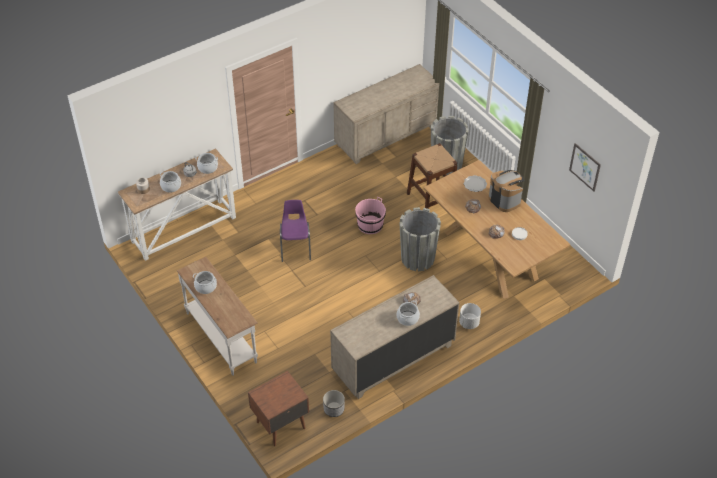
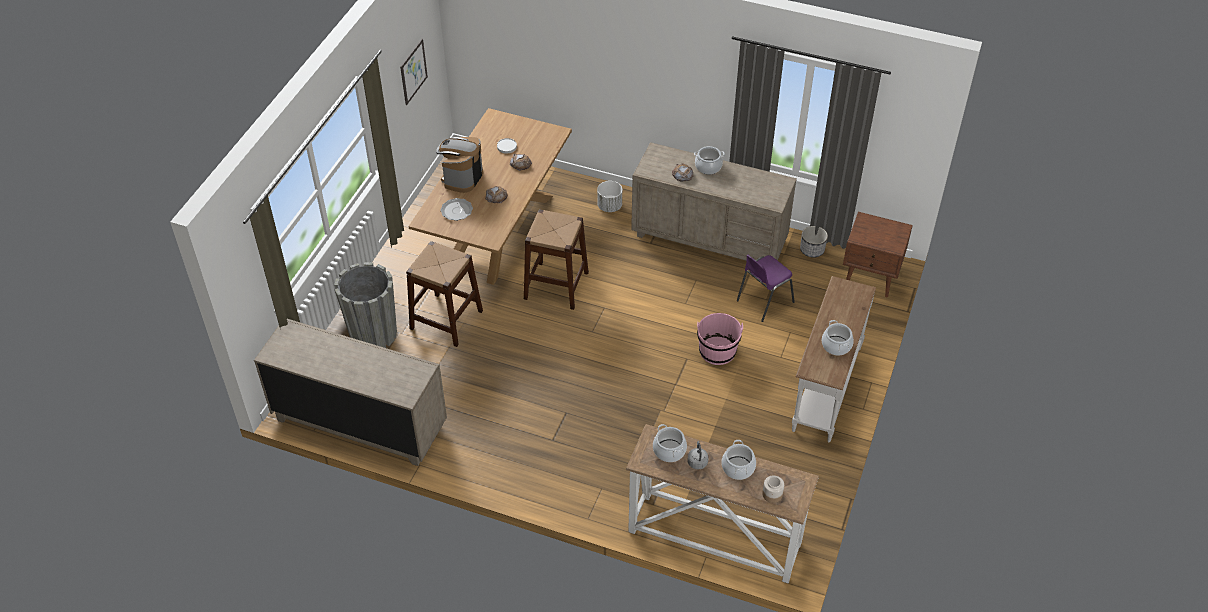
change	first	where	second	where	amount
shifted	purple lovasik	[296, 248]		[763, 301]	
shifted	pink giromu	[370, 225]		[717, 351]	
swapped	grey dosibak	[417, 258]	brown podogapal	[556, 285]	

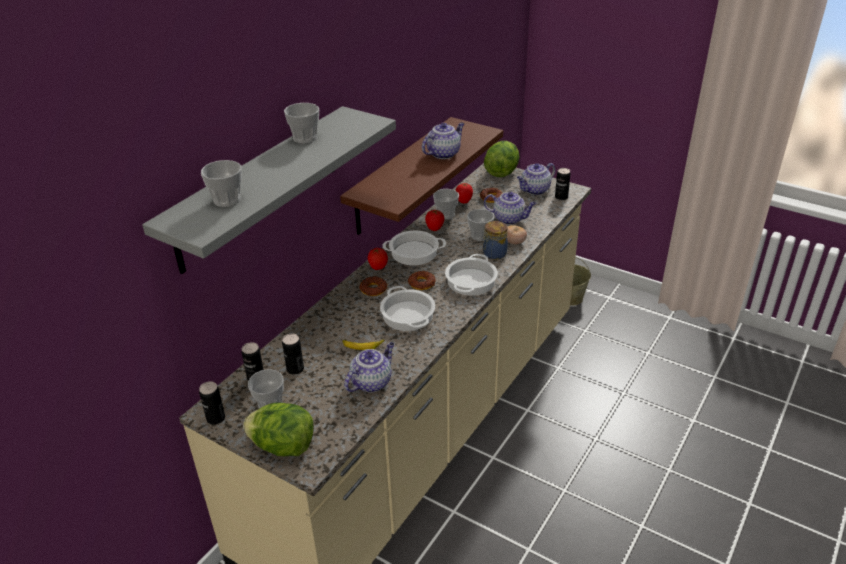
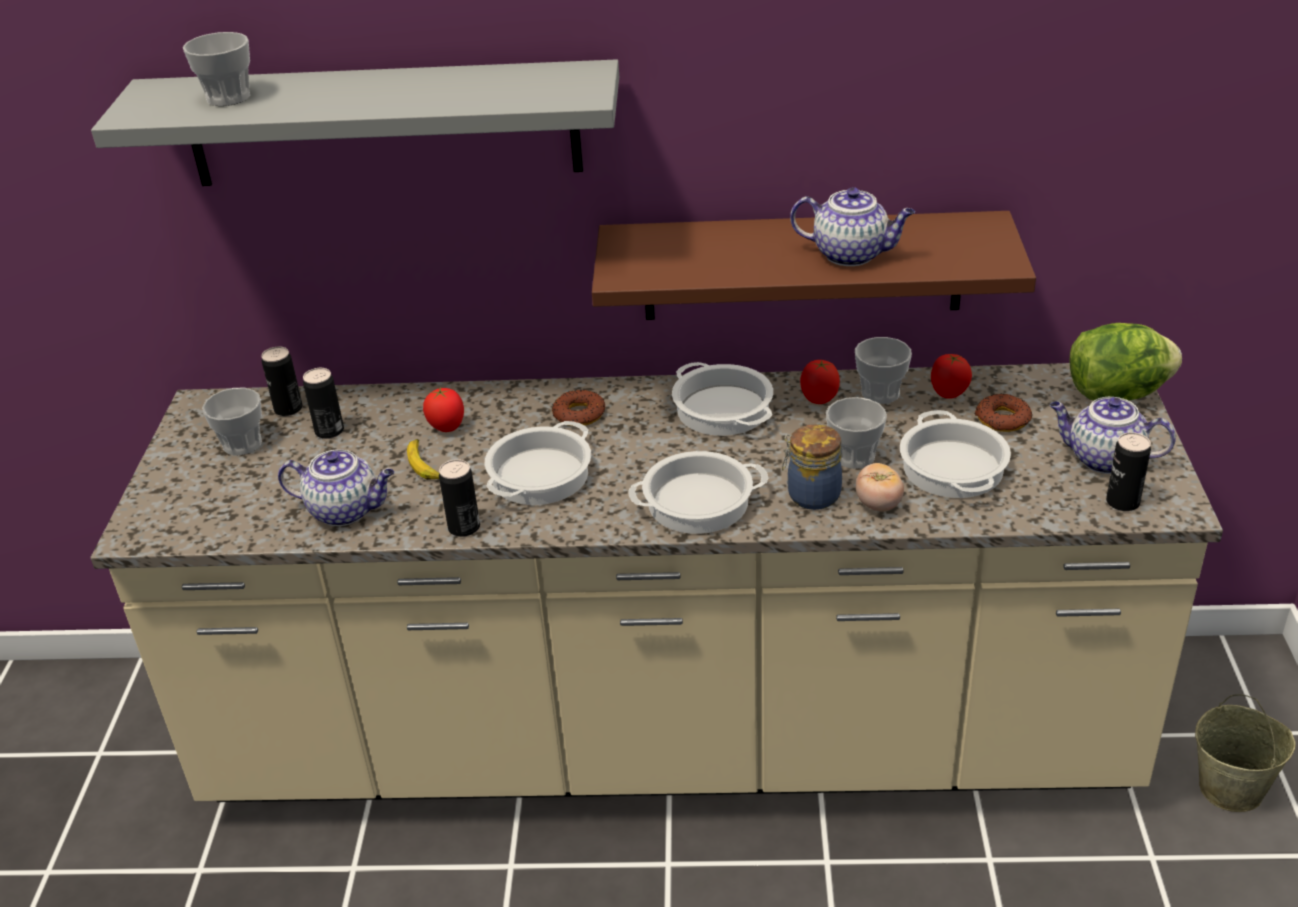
change	first	where	second	where	amount
gone	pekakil	[283, 446]			
gone	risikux	[305, 138]			
gone	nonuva	[422, 283]			
shifted	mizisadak	[216, 418]		[464, 527]	
shifted	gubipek	[378, 268]		[447, 428]	
swapped	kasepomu	[509, 219]	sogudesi	[954, 468]	

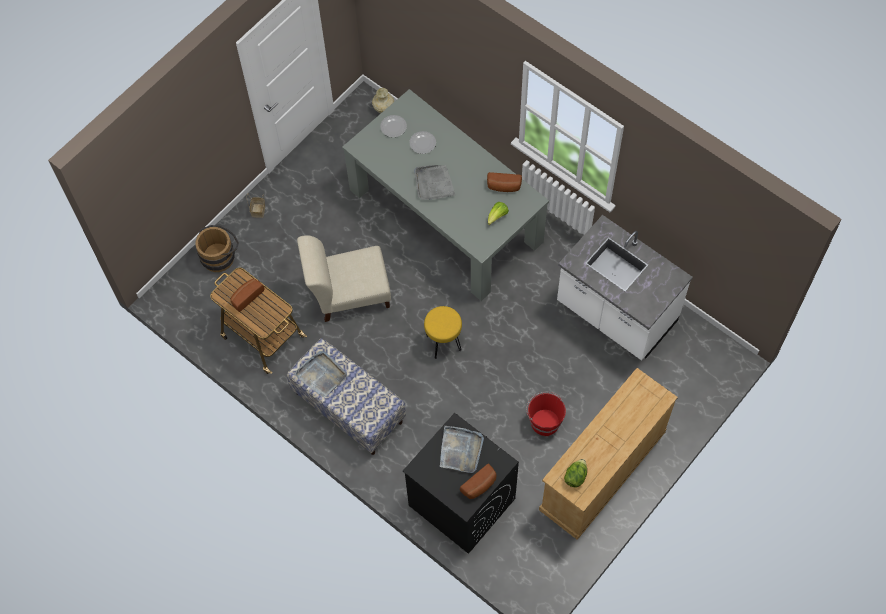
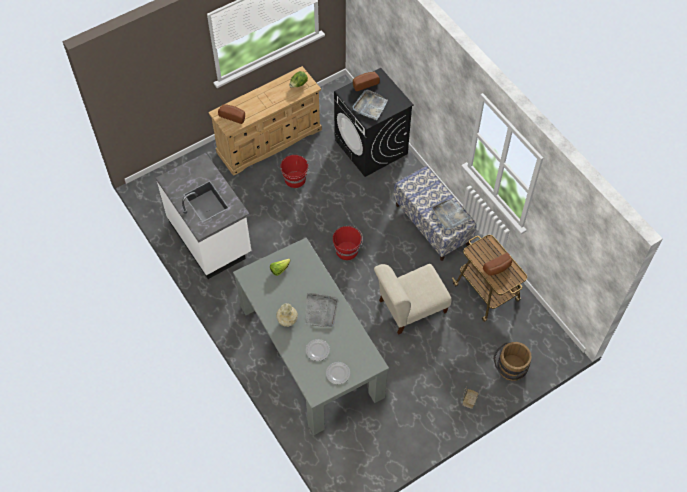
change	first	where	second	where	amount
shifted	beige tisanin	[383, 108]		[287, 321]	
shifted	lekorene	[503, 187]		[233, 116]	
swapped	yellow podogapal	[444, 343]	red giromu	[347, 250]	
rotated	beige lovasik	[348, 293]		[410, 308]	150 degrees clockwise

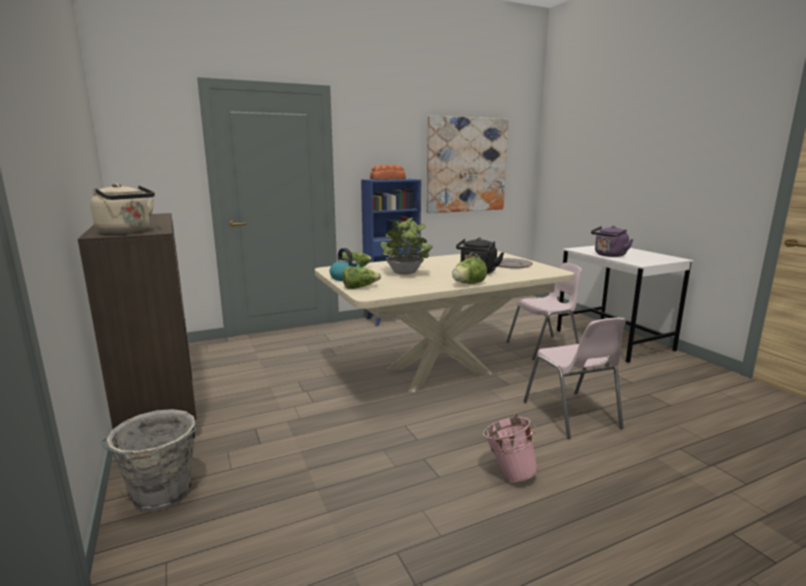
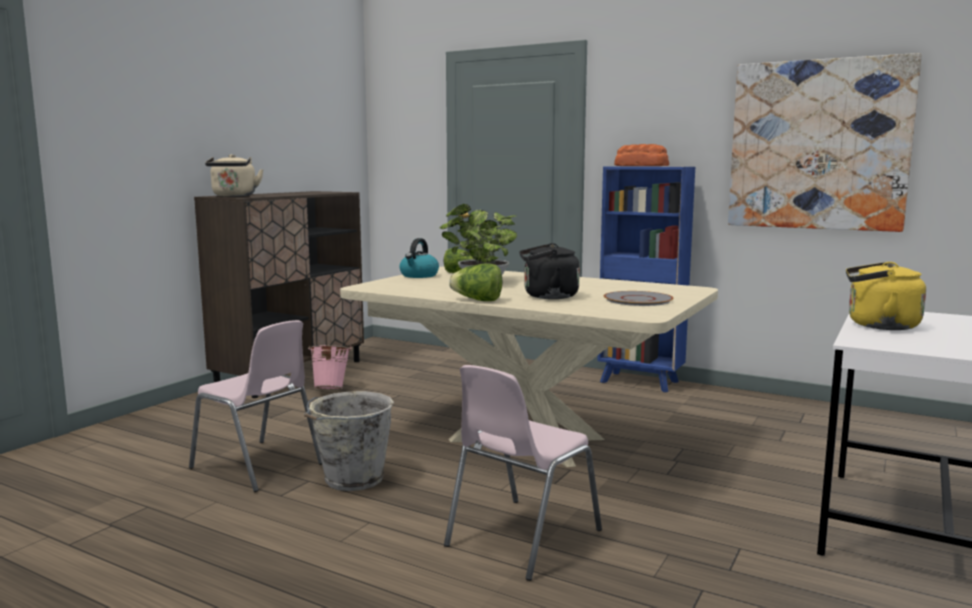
change	first	where	second	where	amount
gone	pekakil	[360, 287]			
shifted	grey giromu	[162, 495]		[352, 480]	
shifted	pink giromu	[508, 473]		[331, 389]	
shifted	pink lovasik	[544, 347]		[258, 466]	
repainted	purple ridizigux	[609, 255]	yellow ridizigux	[878, 325]	

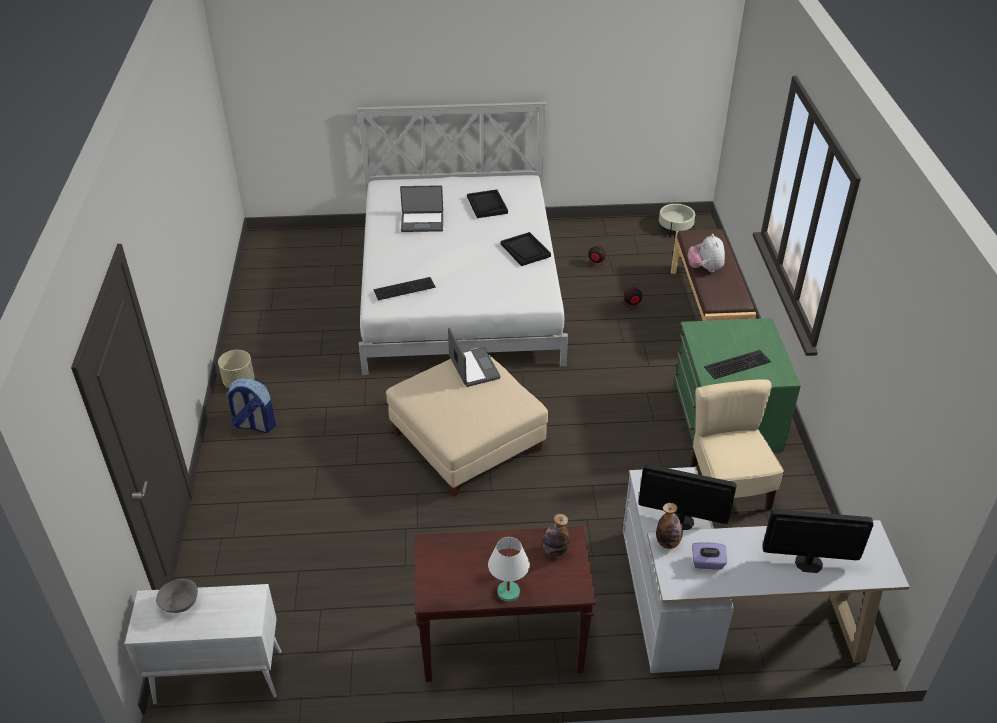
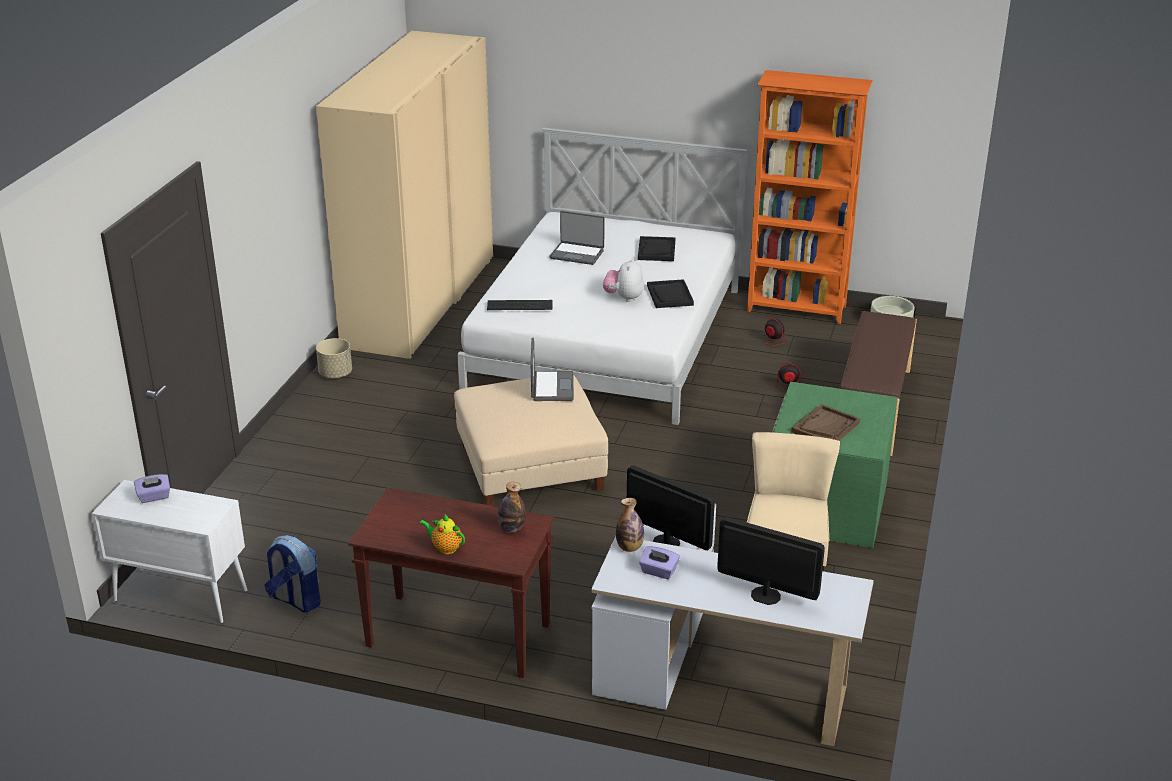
change	first	where	second	where	amount
new			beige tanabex	[419, 301]	
new			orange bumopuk	[797, 309]	
shifted	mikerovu	[254, 425]		[295, 600]	
shifted	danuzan	[705, 268]		[624, 298]	
swapped	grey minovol	[180, 604]	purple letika	[154, 497]	
swapped	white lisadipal	[508, 592]	kasepomu	[445, 548]	
swapped	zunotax	[737, 363]	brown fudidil	[825, 427]	

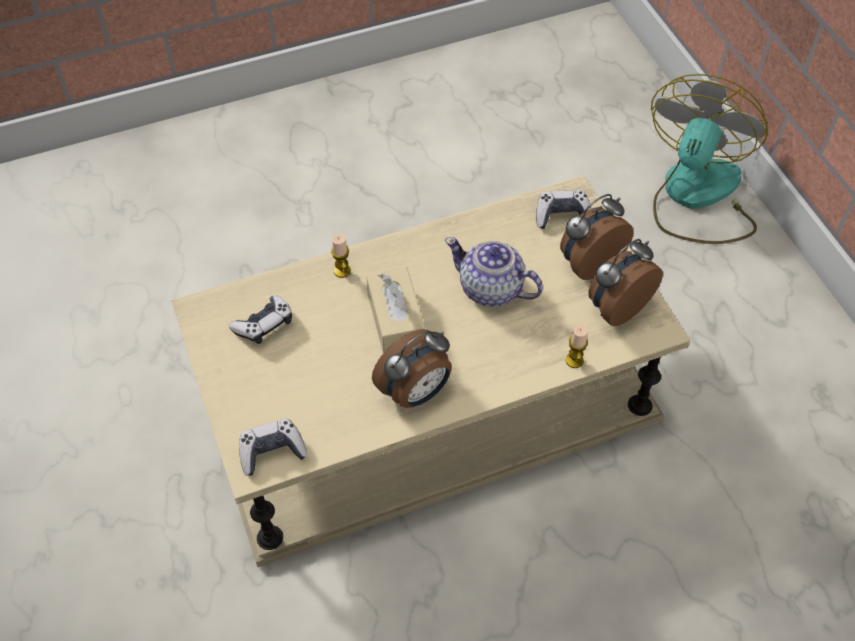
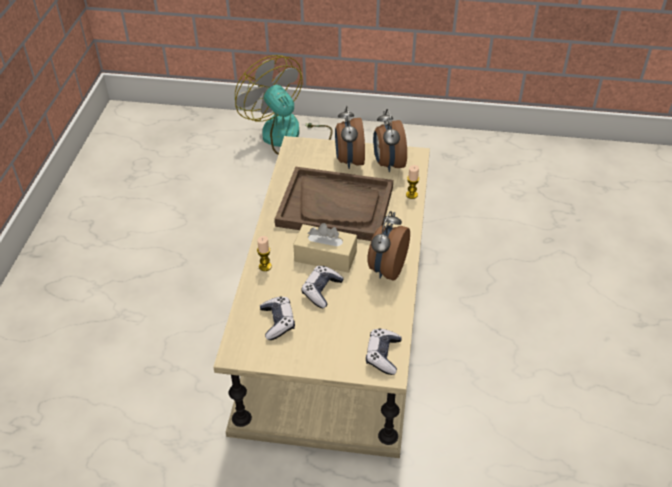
change	first	where	second	where	amount
shifted	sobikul	[562, 216]		[321, 290]	
swapped	kasepomu	[491, 289]	brown fudidil	[335, 206]	
rotated	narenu	[416, 393]		[386, 269]	150 degrees counterclockwise

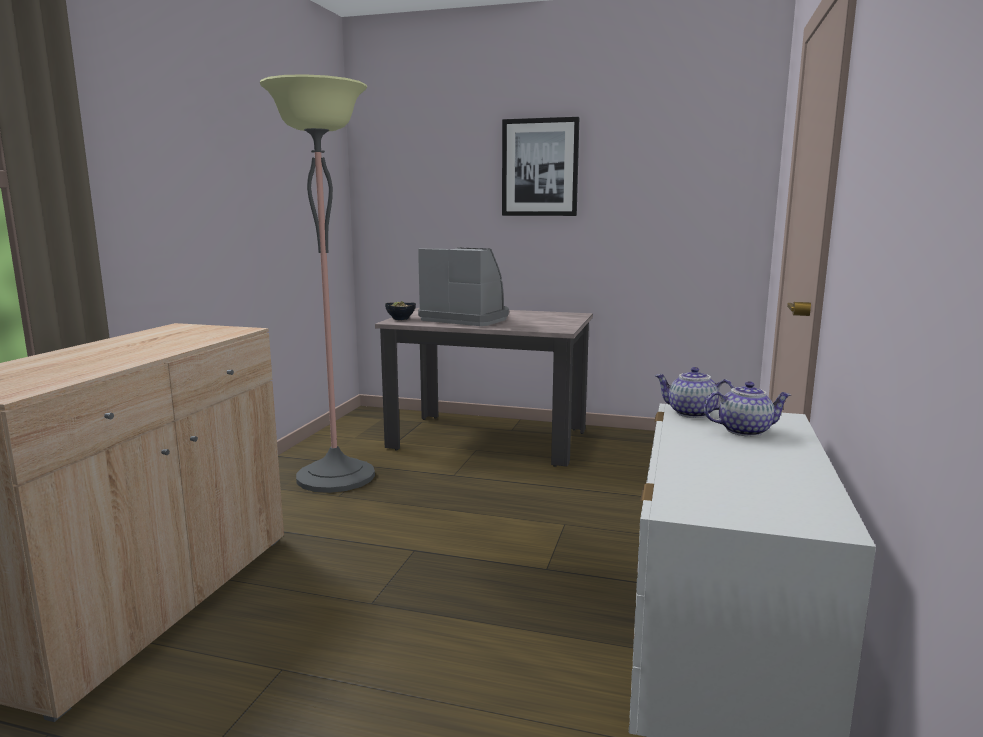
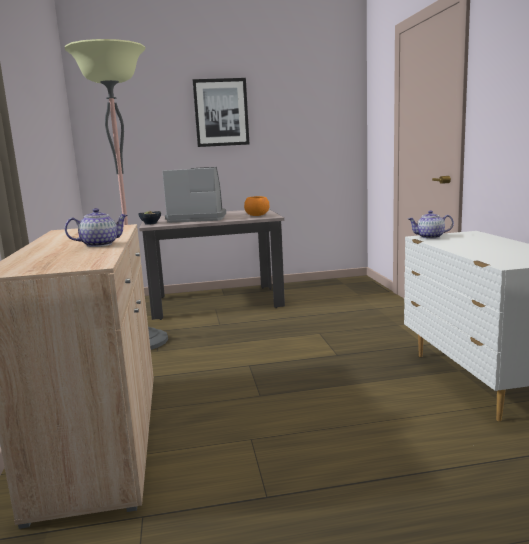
change	first	where	second	where	amount
new			orange minovol	[257, 215]	
shifted	kasepomu	[744, 430]		[100, 244]	

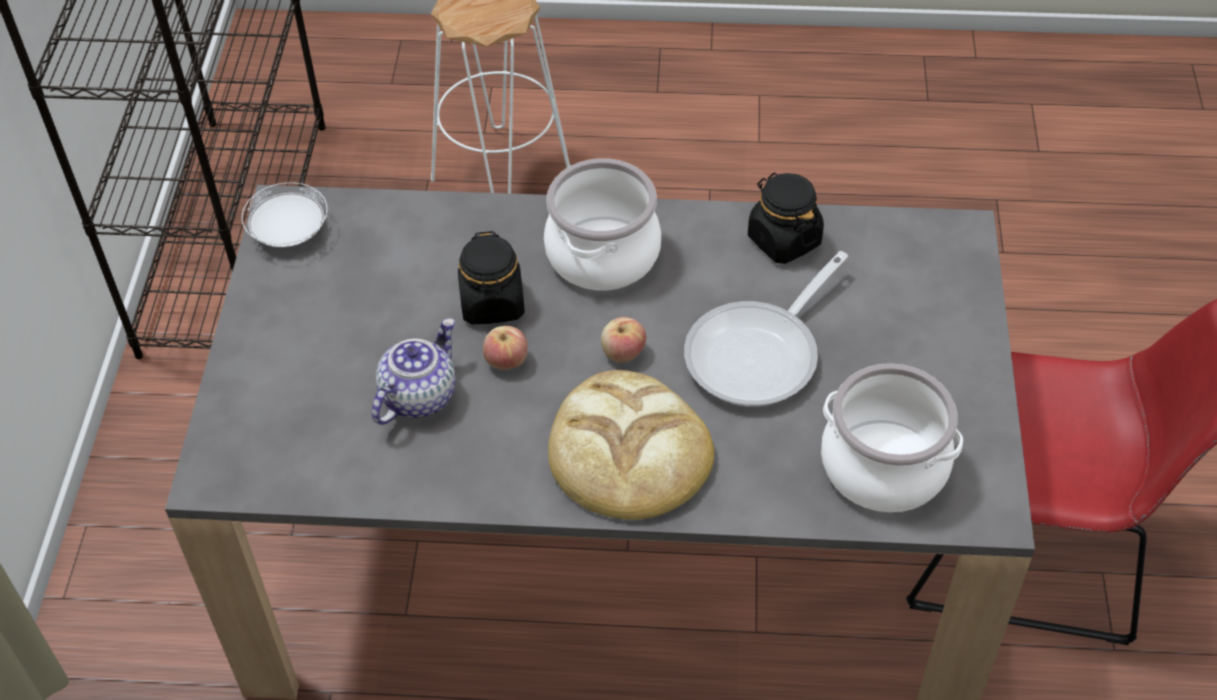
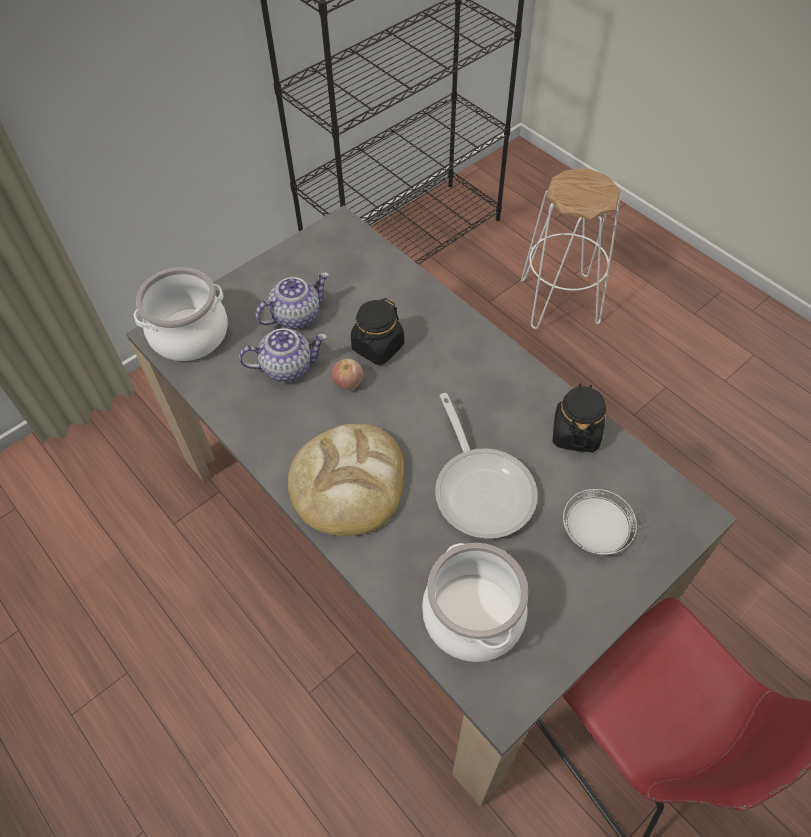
change	first	where	second	where	amount
gone	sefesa	[623, 353]			
new			kasepomu	[296, 315]	
shifted	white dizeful	[289, 232]		[595, 531]	
shifted	sogudesi	[604, 254]		[190, 335]	
rotated	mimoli	[760, 354]		[482, 488]	105 degrees counterclockwise

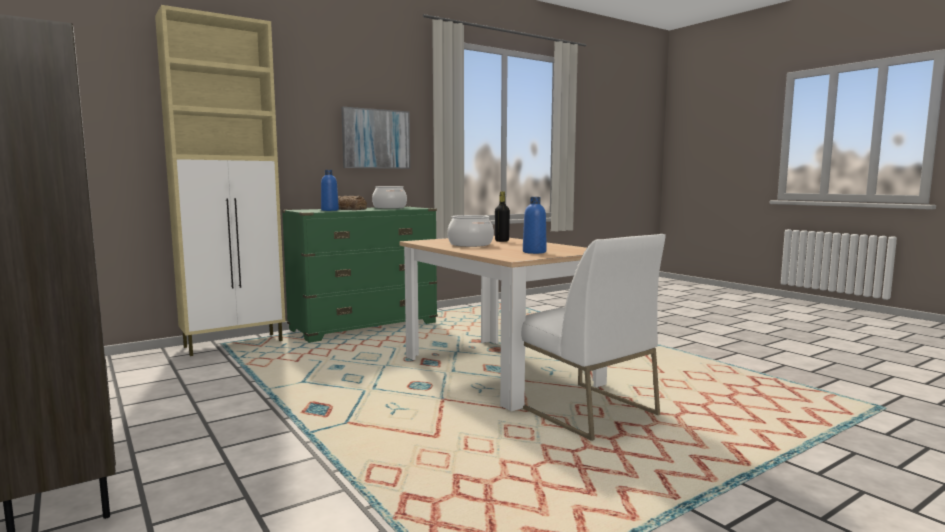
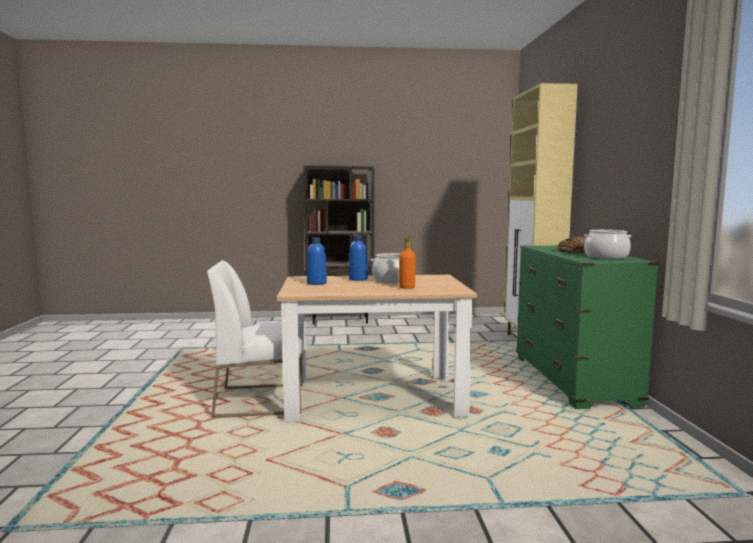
change	first	where	second	where	amount
gone	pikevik	[376, 139]			
shifted	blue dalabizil	[329, 210]		[358, 279]	
repainted	black dalabizil	[502, 241]	orange dalabizil	[407, 287]	

